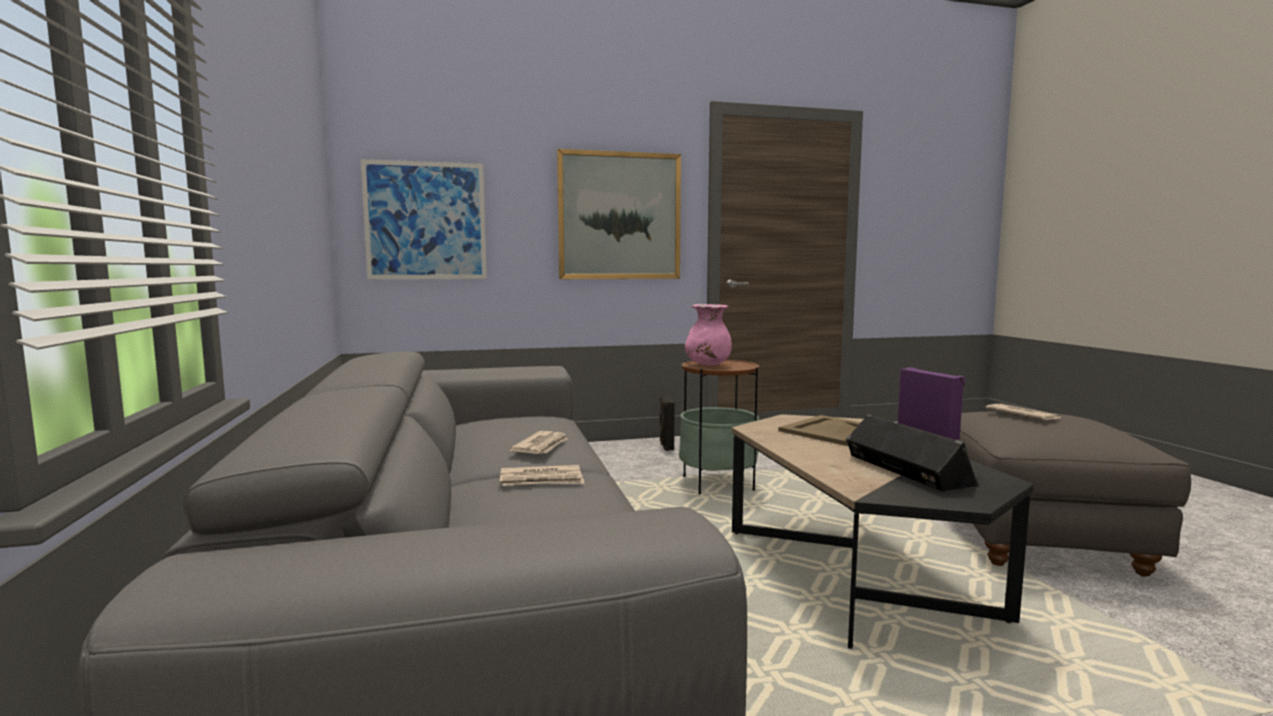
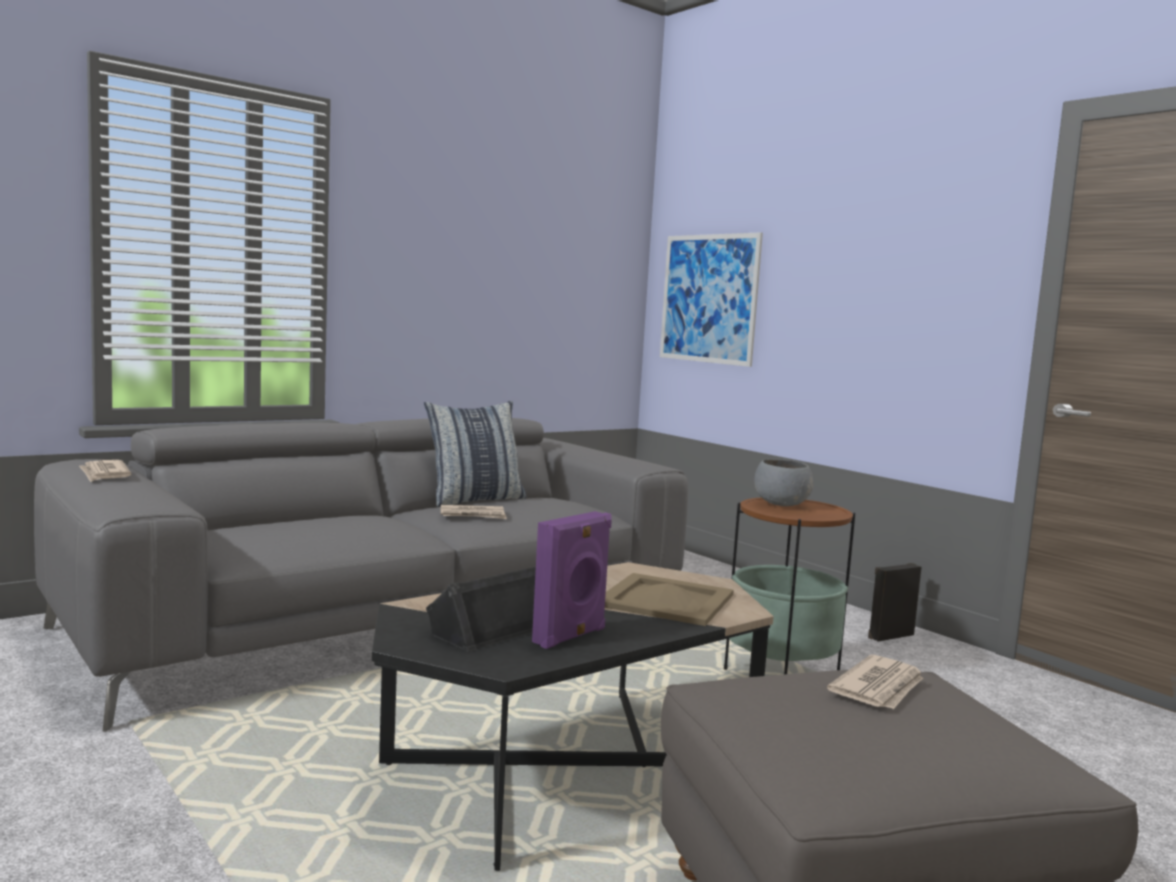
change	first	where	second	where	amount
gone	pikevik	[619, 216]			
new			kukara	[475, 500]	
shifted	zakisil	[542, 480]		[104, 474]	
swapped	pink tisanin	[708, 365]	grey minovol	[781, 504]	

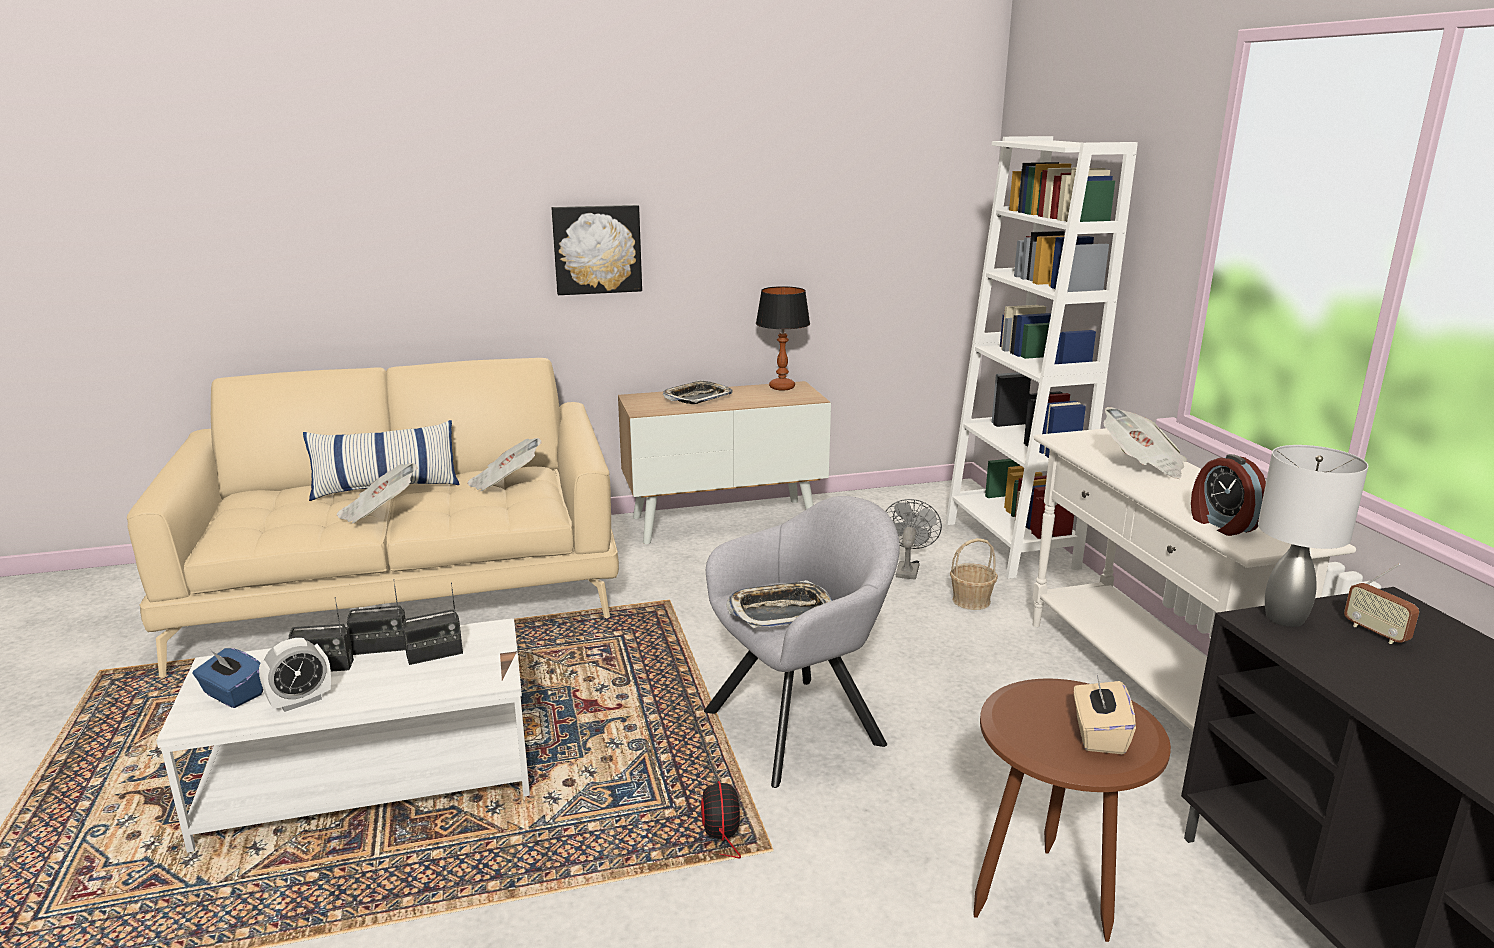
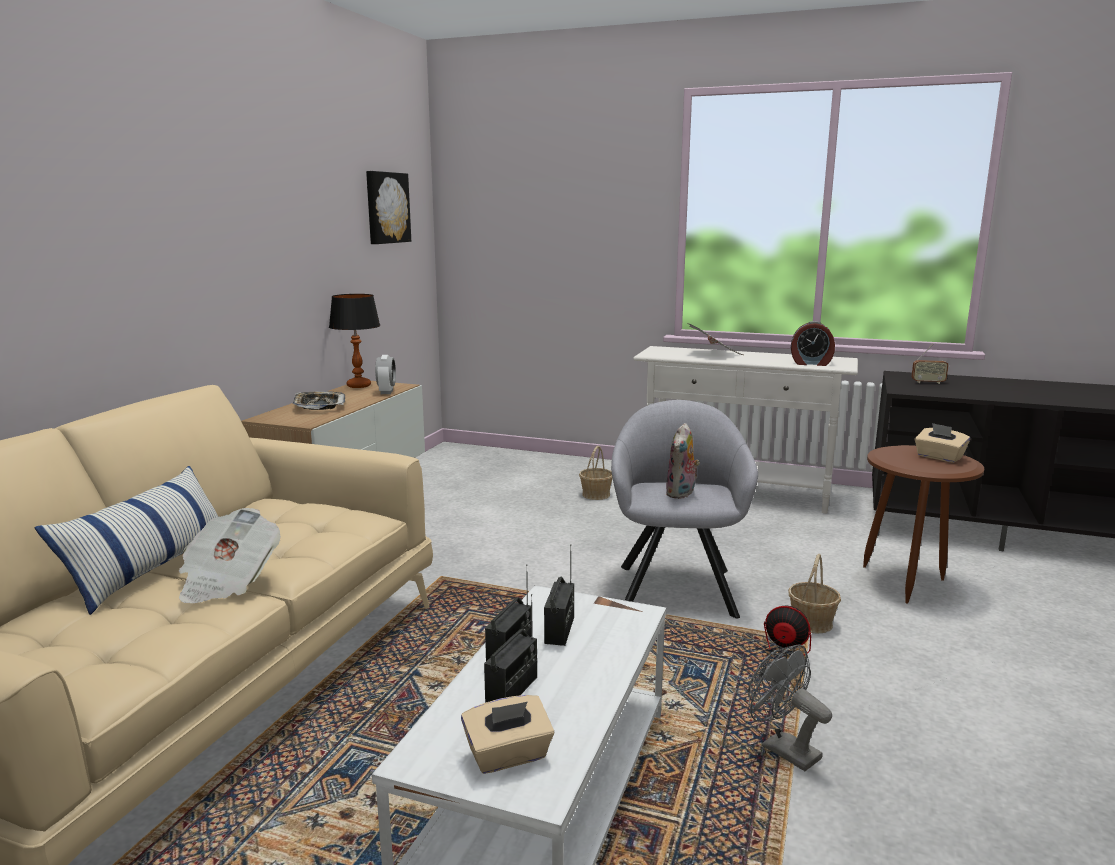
change	first	where	second	where	amount
gone	zakisil	[505, 483]			
gone	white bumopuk	[1010, 545]			
gone	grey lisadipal	[1284, 619]			
new			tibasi	[811, 623]	
shifted	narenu	[300, 701]		[386, 392]	
shifted	pikevik	[597, 249]		[386, 208]	
shifted	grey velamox	[907, 569]		[782, 749]	
swapped	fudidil	[781, 612]	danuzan	[681, 494]	
repainted	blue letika	[233, 694]	beige letika	[508, 755]	

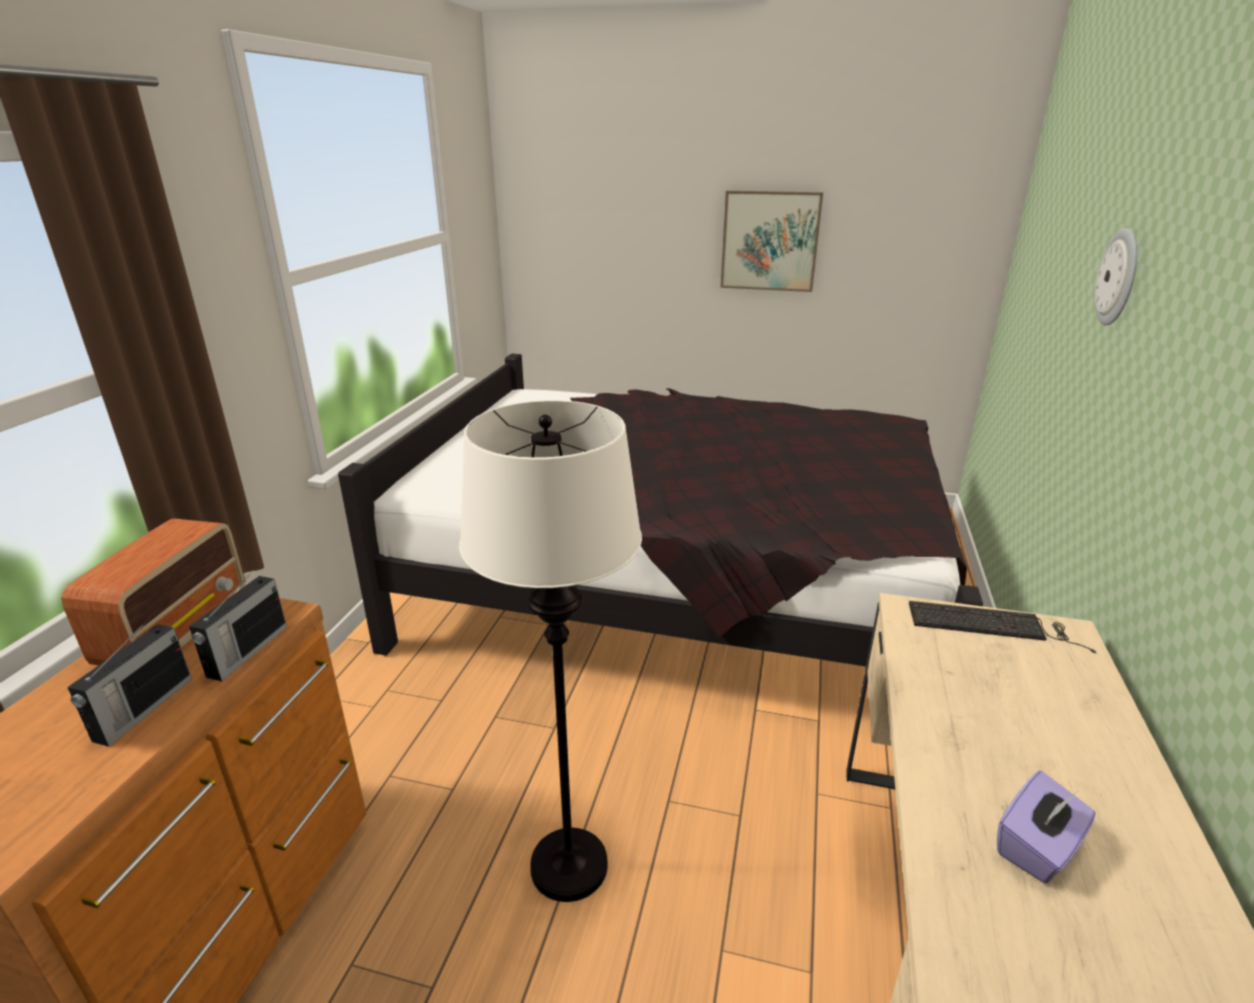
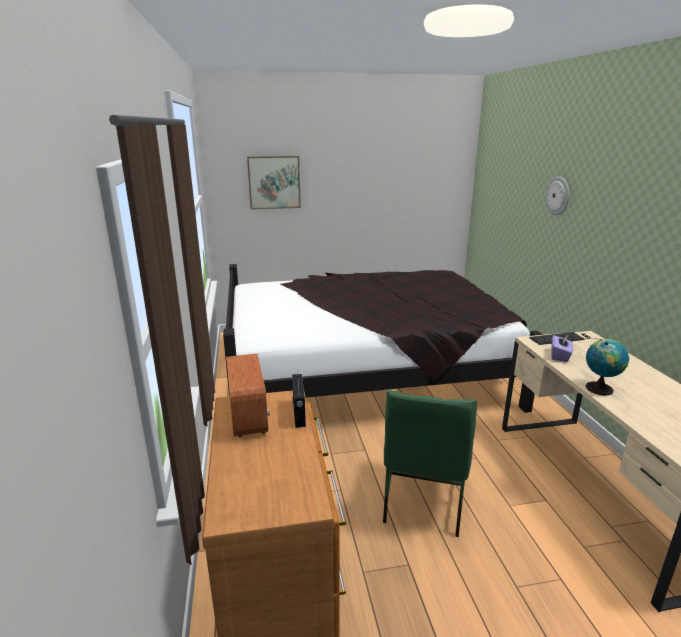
change	first	where	second	where	amount
gone	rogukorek	[142, 710]			
new			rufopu	[600, 388]	
shifted	pikevik	[770, 241]		[274, 182]	
shifted	purple letika	[1037, 848]		[560, 356]	
swapped	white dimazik	[568, 865]	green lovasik	[423, 500]	

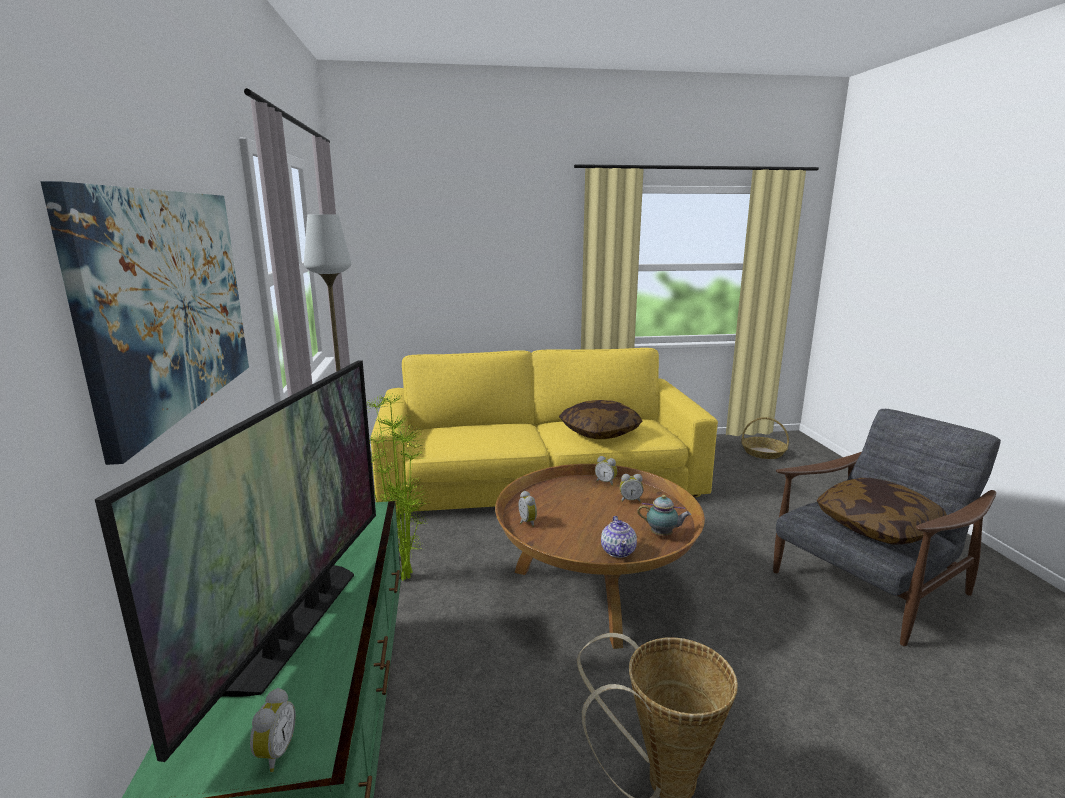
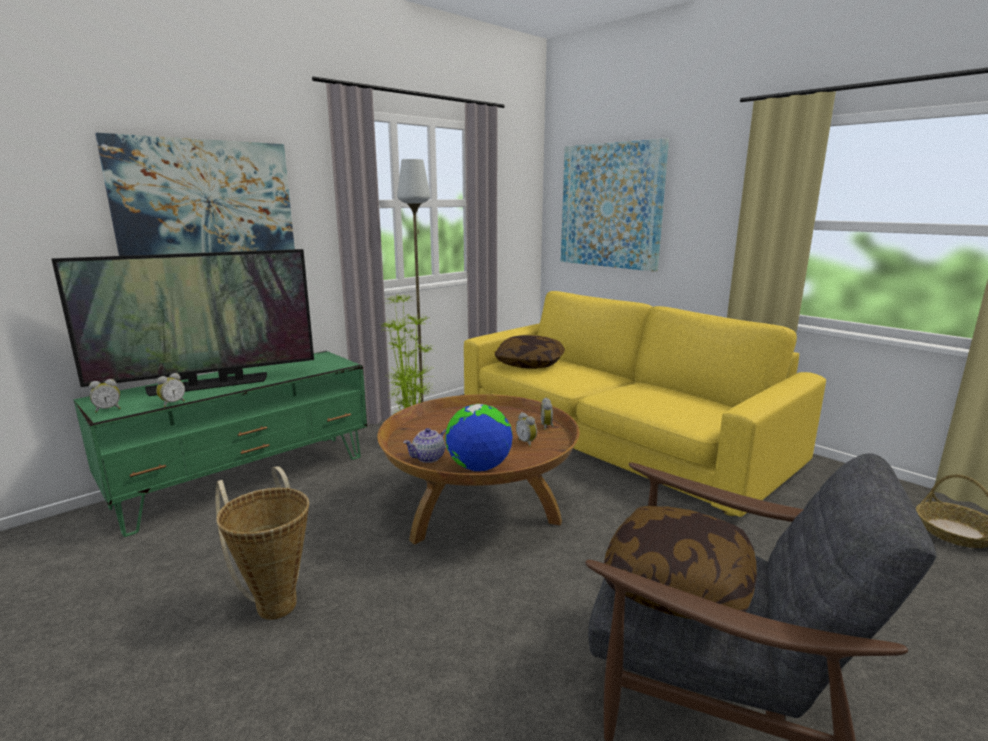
change	first	where	second	where	amount
new			pikevik	[610, 206]	
shifted	narenu	[526, 523]		[172, 403]	
shifted	kukara	[600, 432]		[530, 363]	
swapped	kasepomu	[662, 535]	rufopu	[479, 468]	

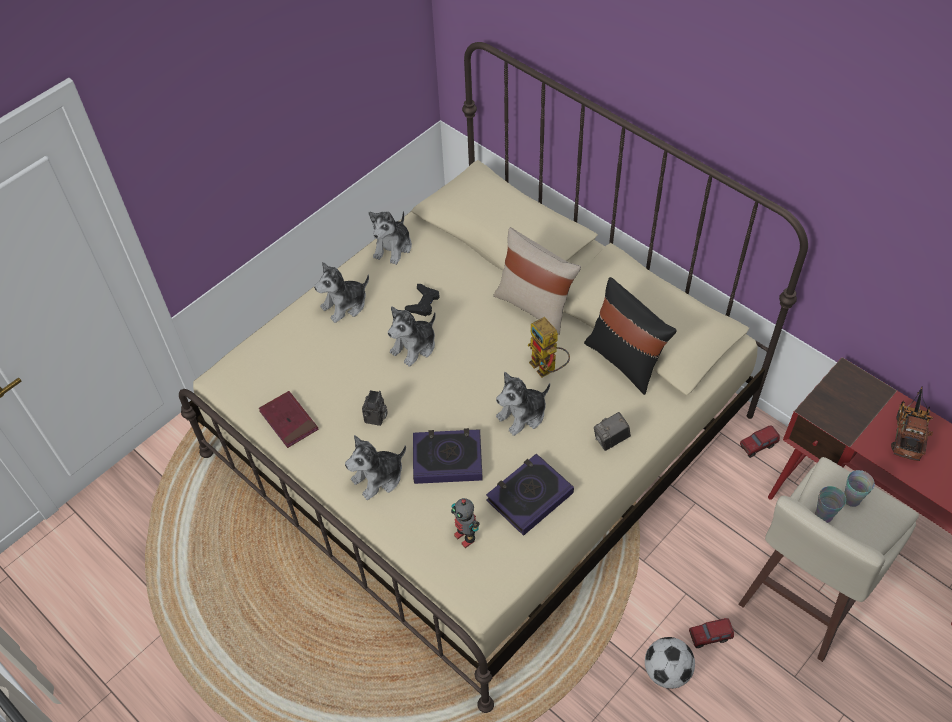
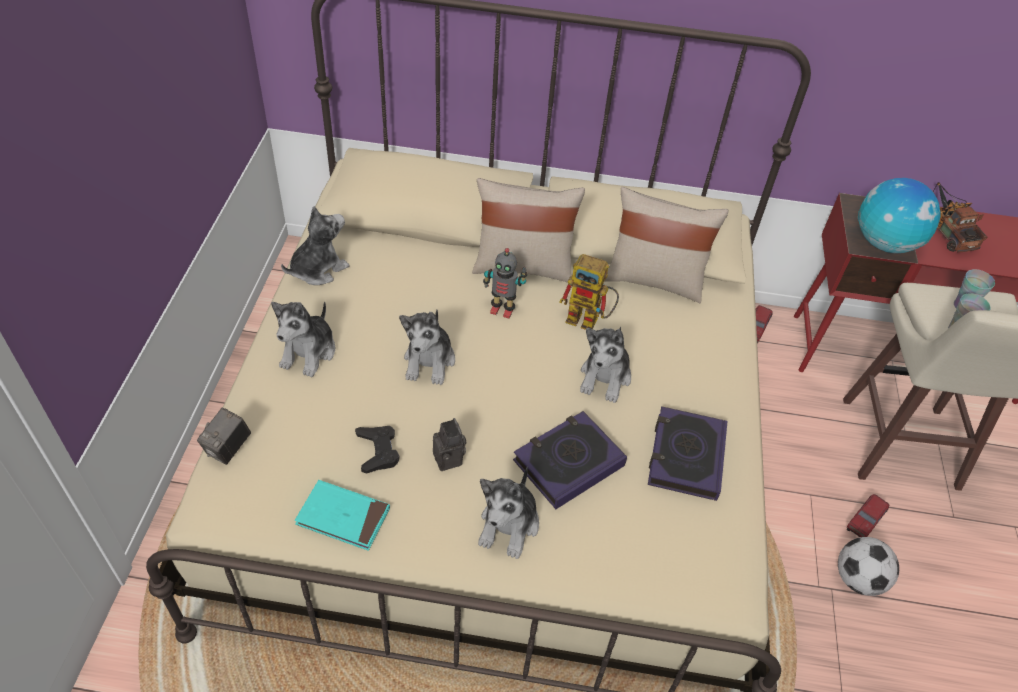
change	first	where	second	where	amount
new			rufopu	[885, 243]	
shifted	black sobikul	[423, 303]		[378, 451]	
shifted	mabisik	[465, 537]		[502, 310]	
shifted	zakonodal	[611, 440]		[228, 449]	
repainted	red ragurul	[289, 421]	turquoise ragurul	[343, 517]	
repainted	black kukara	[625, 360]	beige kukara	[654, 279]	
rotated	danuzan	[393, 247]		[318, 269]	120 degrees counterclockwise

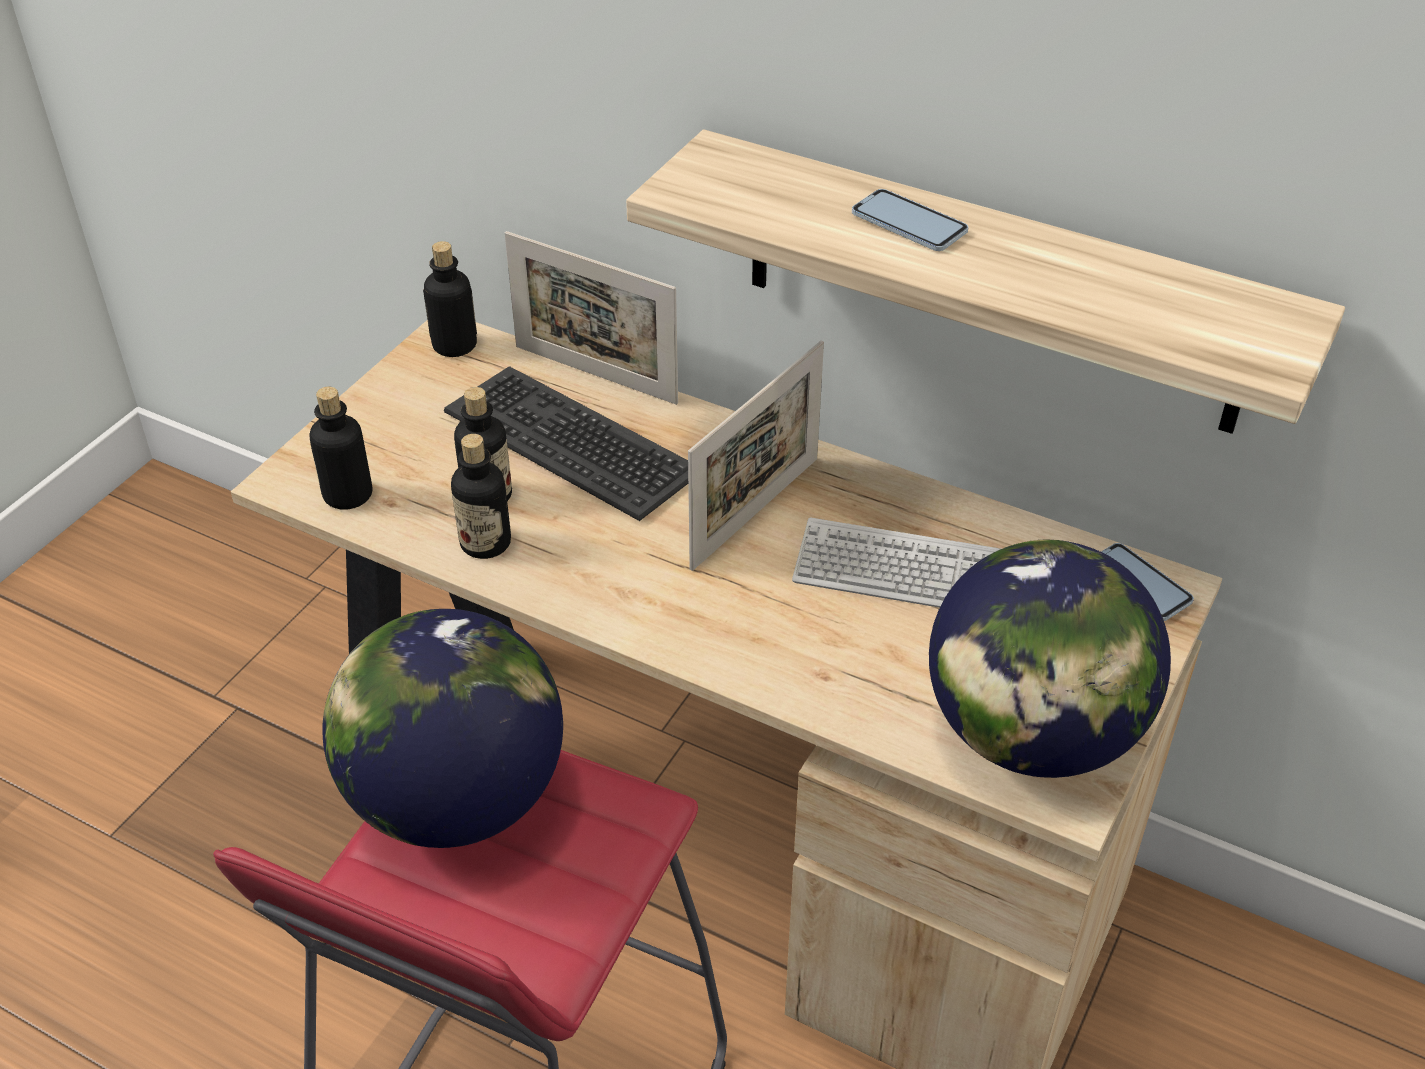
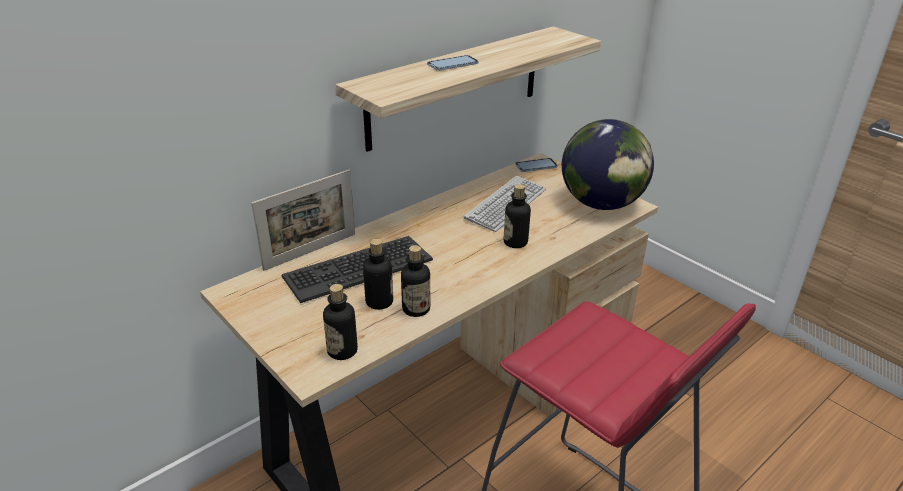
change	first	where	second	where	amount
gone	rufopu	[457, 800]			
gone	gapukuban	[755, 512]			
shifted	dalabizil	[454, 345]		[515, 242]	

